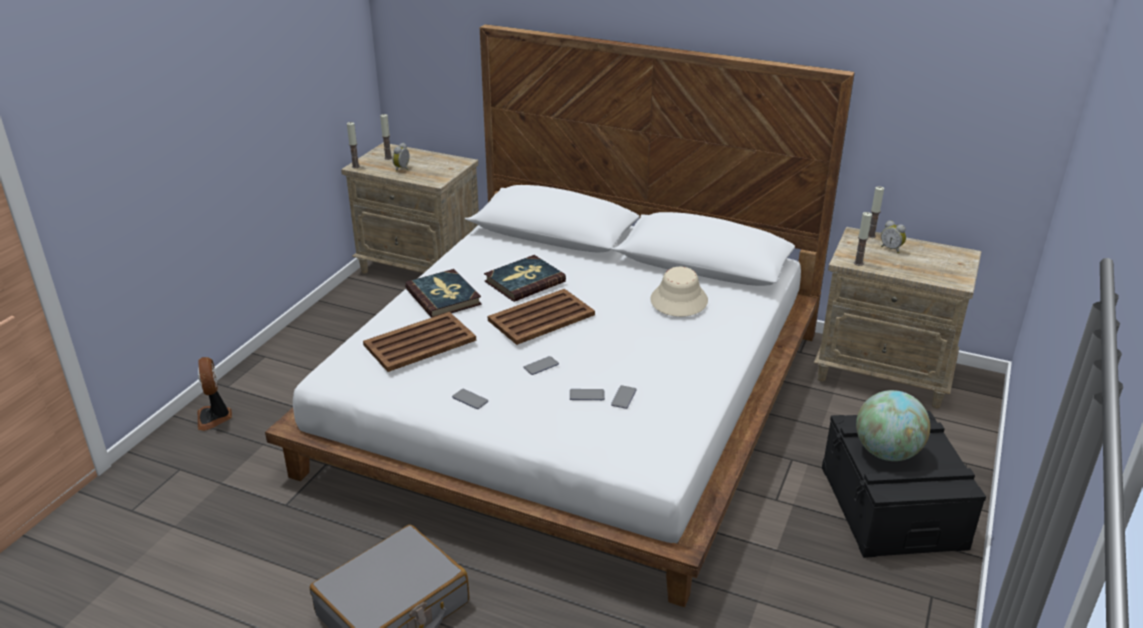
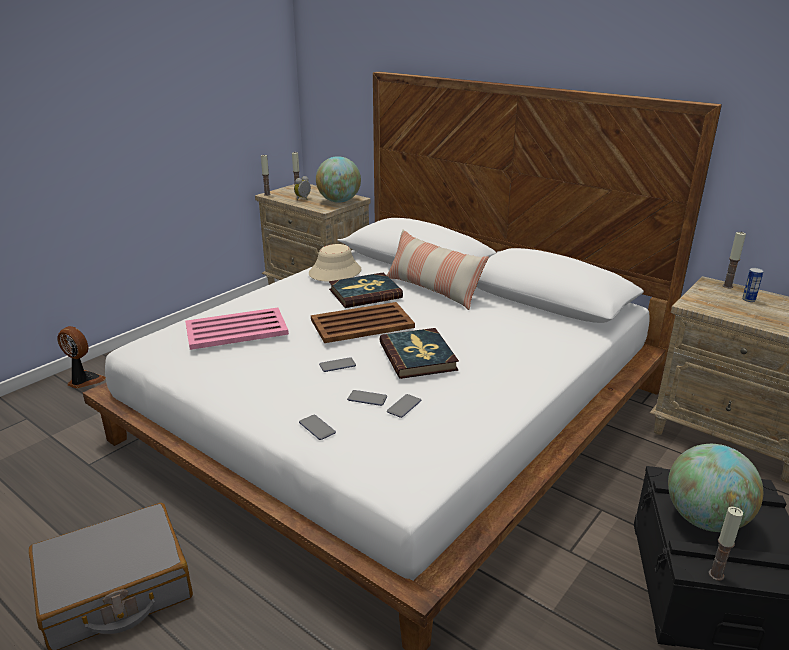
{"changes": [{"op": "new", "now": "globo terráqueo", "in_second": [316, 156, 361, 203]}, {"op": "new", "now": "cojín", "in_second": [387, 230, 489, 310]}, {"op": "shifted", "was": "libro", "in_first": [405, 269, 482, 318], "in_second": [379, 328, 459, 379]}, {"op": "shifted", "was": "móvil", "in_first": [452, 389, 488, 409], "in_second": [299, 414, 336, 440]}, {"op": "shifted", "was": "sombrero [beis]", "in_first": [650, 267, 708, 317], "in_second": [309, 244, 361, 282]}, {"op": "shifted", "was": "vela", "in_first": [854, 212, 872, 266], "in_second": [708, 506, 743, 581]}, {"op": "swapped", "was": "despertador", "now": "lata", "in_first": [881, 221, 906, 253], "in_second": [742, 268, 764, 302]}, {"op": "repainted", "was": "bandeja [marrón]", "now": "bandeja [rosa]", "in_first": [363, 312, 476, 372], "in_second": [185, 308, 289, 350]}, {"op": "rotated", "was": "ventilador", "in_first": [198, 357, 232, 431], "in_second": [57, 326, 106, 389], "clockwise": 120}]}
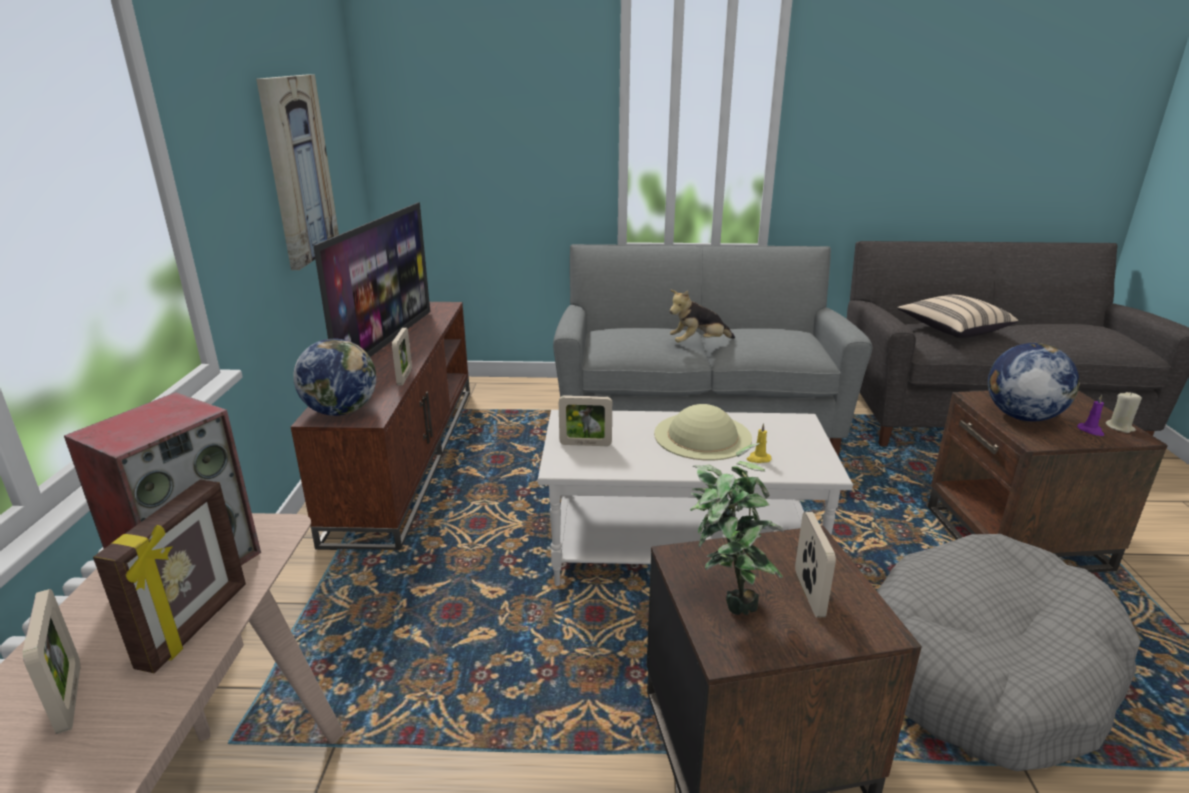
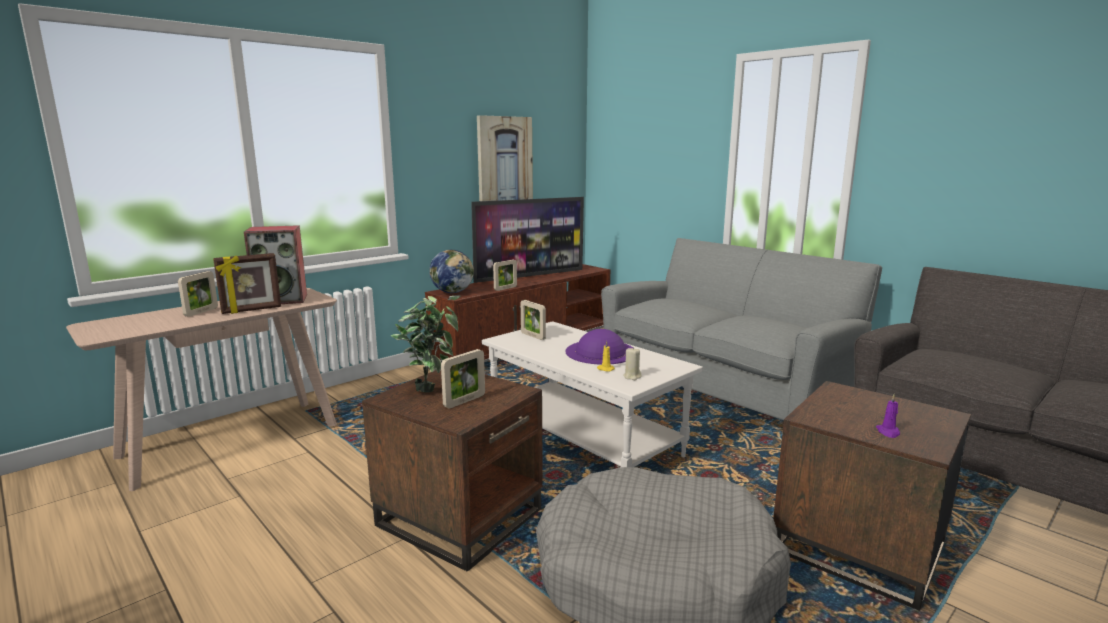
{"changes": [{"op": "gone", "was": "peluche", "in_first": [670, 290, 735, 343]}, {"op": "gone", "was": "cojín [beis]", "in_first": [897, 295, 1018, 338]}, {"op": "gone", "was": "globo terráqueo", "in_first": [988, 343, 1080, 421]}, {"op": "shifted", "was": "vela [beis]", "in_first": [1106, 392, 1142, 433], "in_second": [623, 347, 642, 380]}, {"op": "repainted", "was": "sombrero [beis]", "now": "sombrero [morado]", "in_first": [654, 404, 752, 461], "in_second": [566, 329, 635, 365]}]}
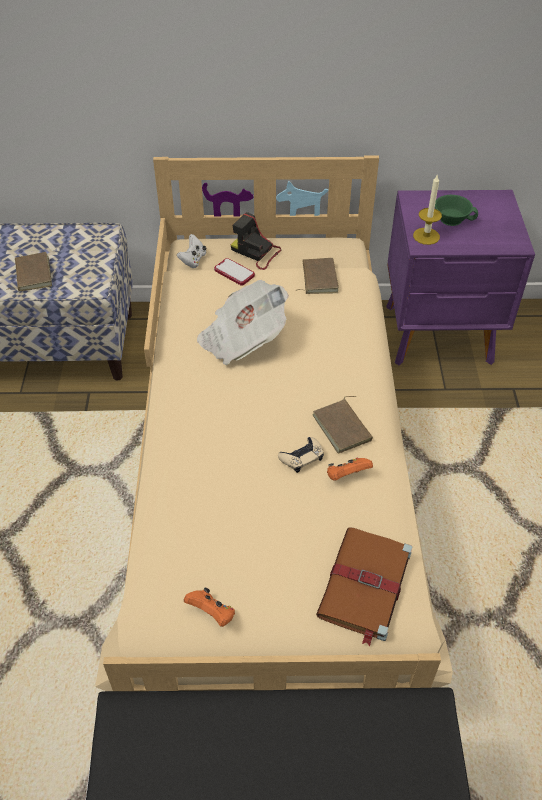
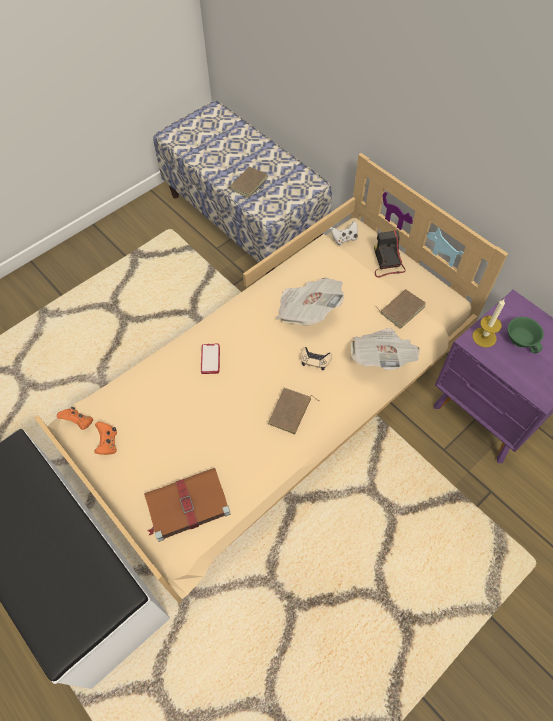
{"changes": [{"op": "new", "now": "periódico", "in_second": [351, 328, 420, 370]}, {"op": "shifted", "was": "móvil", "in_first": [214, 258, 255, 286], "in_second": [201, 344, 220, 374]}, {"op": "shifted", "was": "mando de consola [beis]", "in_first": [278, 437, 324, 473], "in_second": [301, 347, 332, 370]}, {"op": "shifted", "was": "mando de consola [naranja]", "in_first": [327, 457, 373, 481], "in_second": [57, 407, 93, 430]}]}
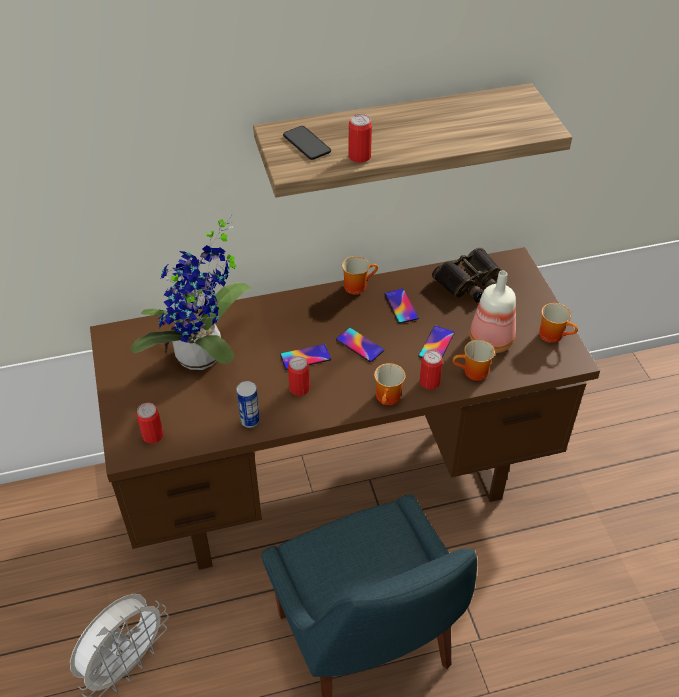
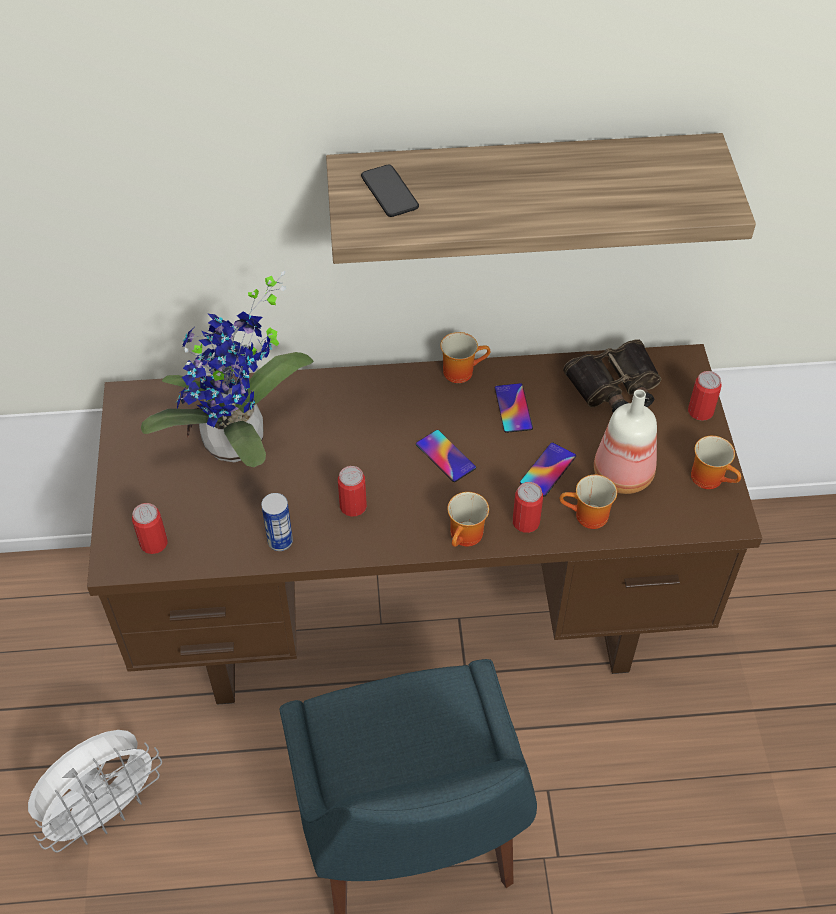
{"changes": [{"op": "gone", "was": "móvil", "in_first": [280, 344, 331, 370]}, {"op": "shifted", "was": "lata", "in_first": [348, 114, 372, 163], "in_second": [688, 371, 722, 421]}]}
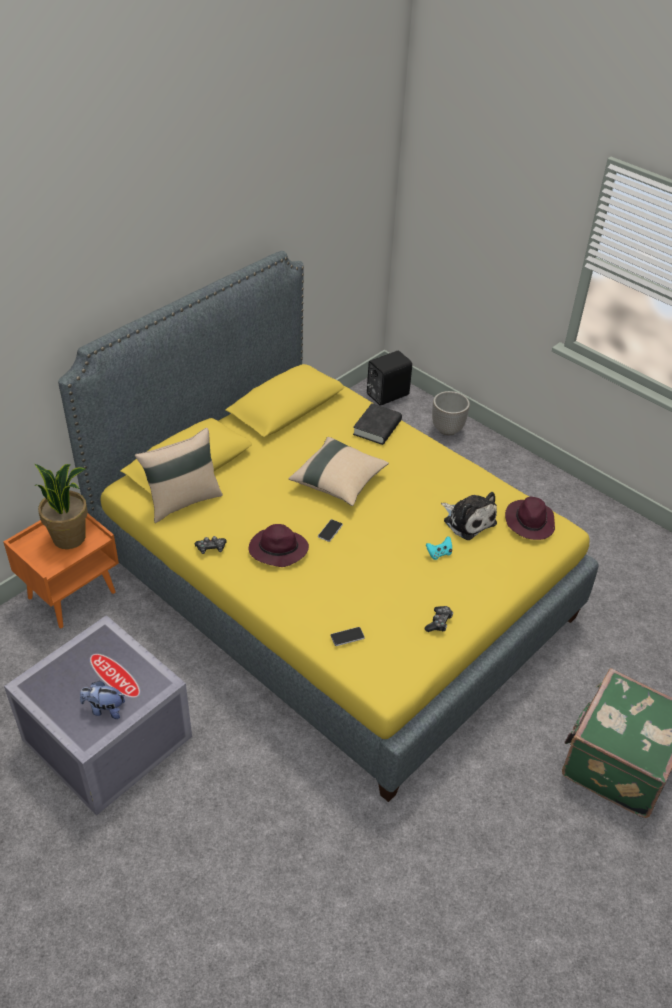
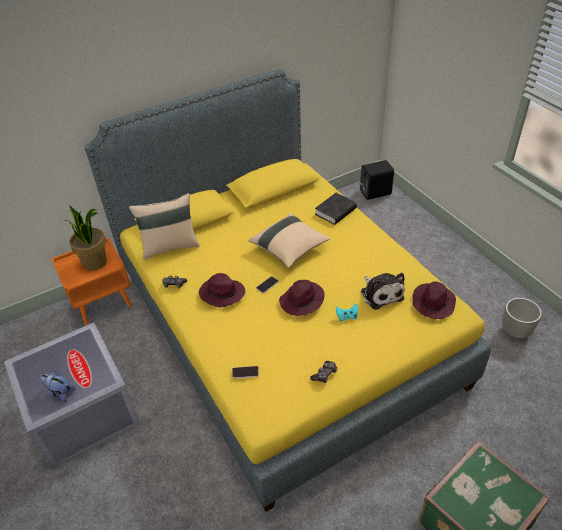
{"changes": [{"op": "new", "now": "sombrero [morado]", "in_second": [279, 280, 325, 316]}, {"op": "shifted", "was": "maceta", "in_first": [432, 391, 470, 435], "in_second": [502, 298, 542, 338]}]}
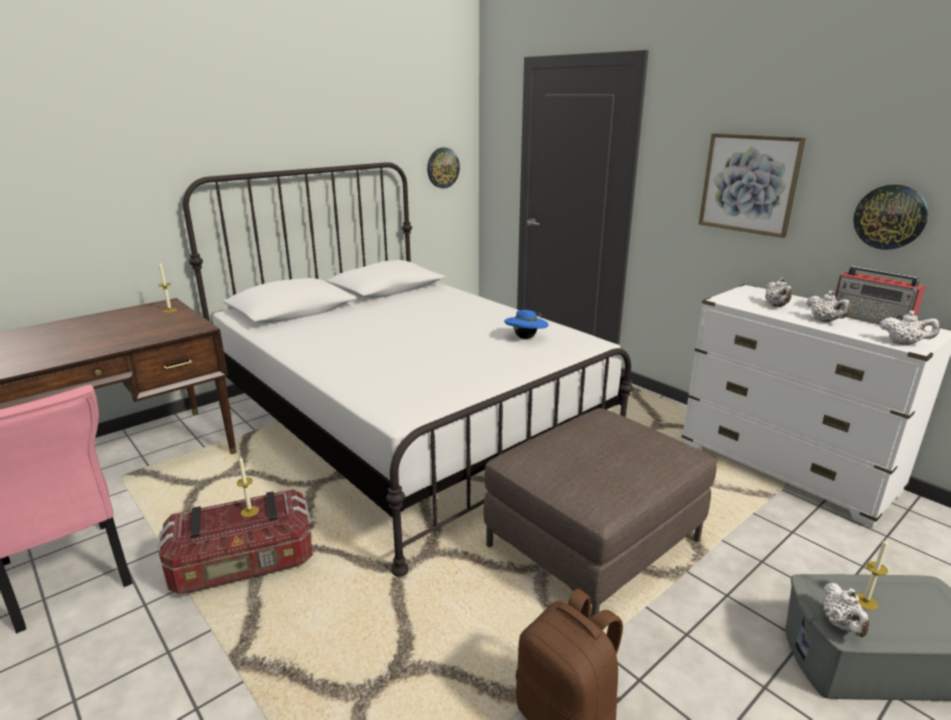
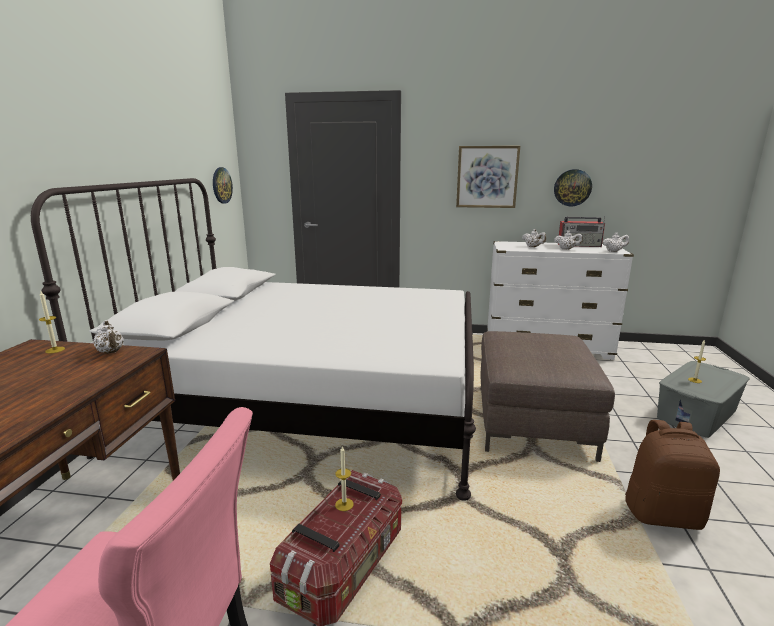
{"changes": [{"op": "gone", "was": "sombrero [azul]", "in_first": [504, 310, 548, 339]}, {"op": "shifted", "was": "tetera [blanco]", "in_first": [824, 583, 869, 637], "in_second": [93, 320, 124, 354]}]}
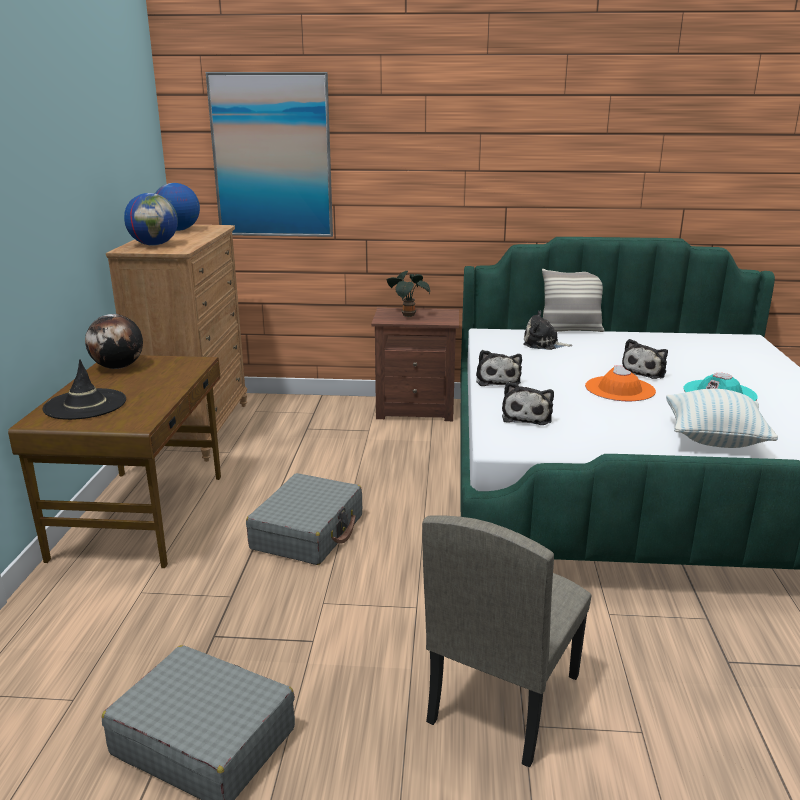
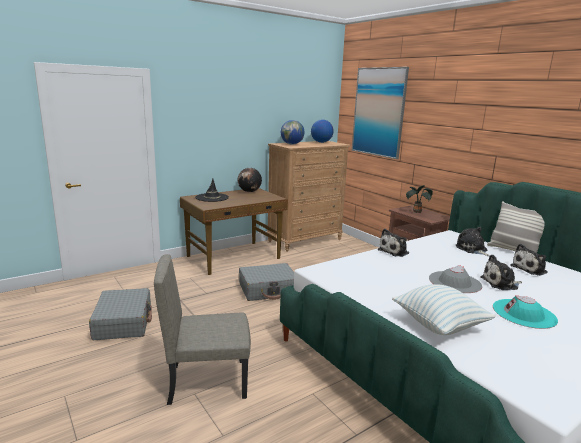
{"changes": [{"op": "shifted", "was": "peluche", "in_first": [502, 382, 554, 425], "in_second": [510, 244, 548, 276]}, {"op": "repainted", "was": "sombrero [naranja]", "now": "sombrero [gris]", "in_first": [585, 365, 656, 401], "in_second": [429, 265, 482, 293]}]}
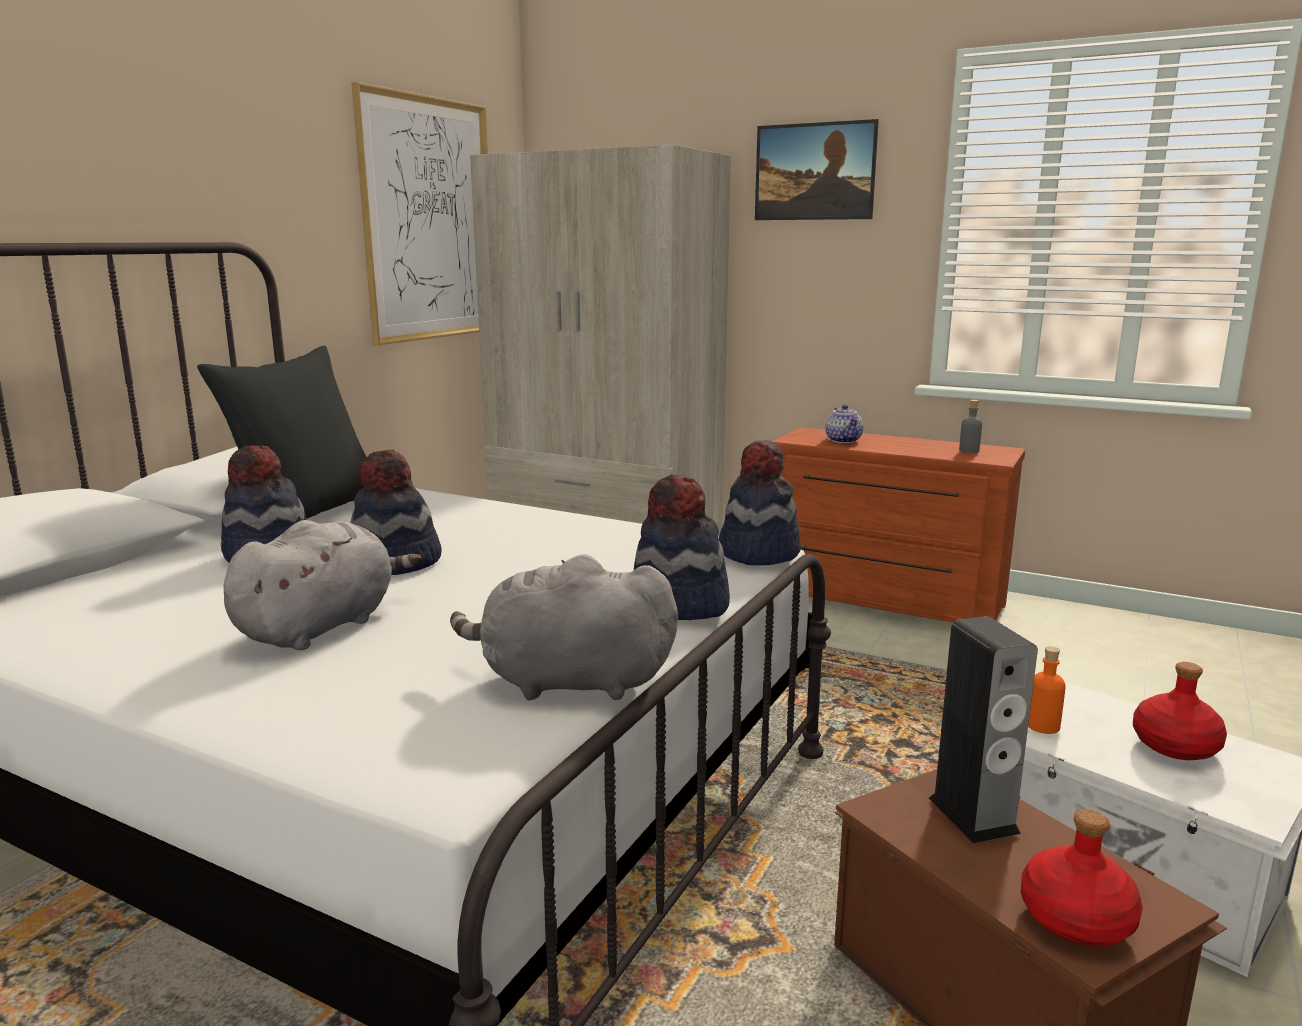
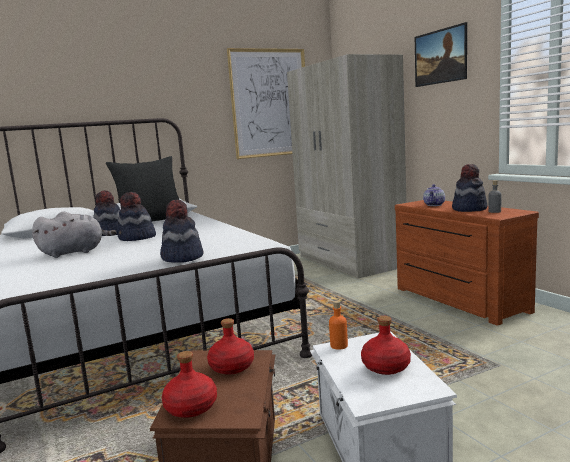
{"changes": [{"op": "gone", "was": "peluche [gris]", "in_first": [450, 554, 678, 700]}, {"op": "shifted", "was": "sombrero", "in_first": [719, 440, 801, 566], "in_second": [452, 164, 487, 212]}, {"op": "swapped", "was": "altavoz", "now": "botella [rojo]", "in_first": [929, 616, 1038, 843], "in_second": [207, 318, 254, 375]}]}
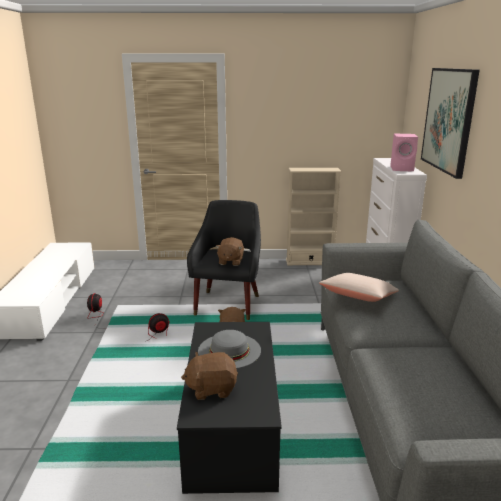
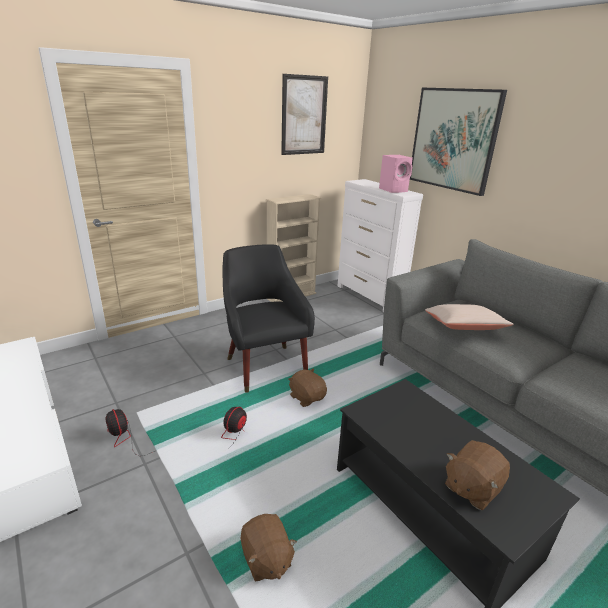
{"changes": [{"op": "gone", "was": "sombrero [gris]", "in_first": [198, 330, 261, 368]}, {"op": "new", "now": "cuadro", "in_second": [281, 74, 328, 155]}, {"op": "shifted", "was": "peluche [marrón]", "in_first": [215, 237, 244, 266], "in_second": [241, 514, 297, 581]}]}
